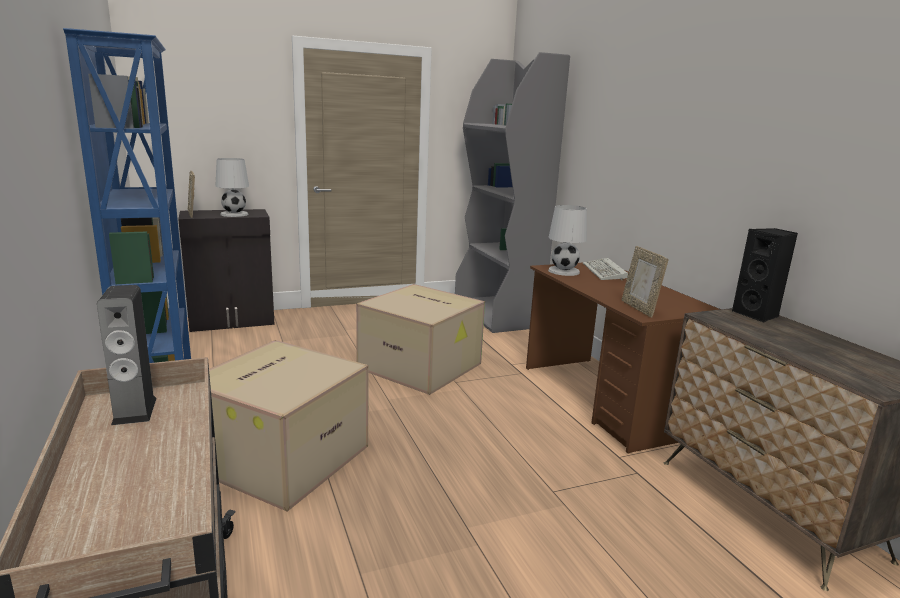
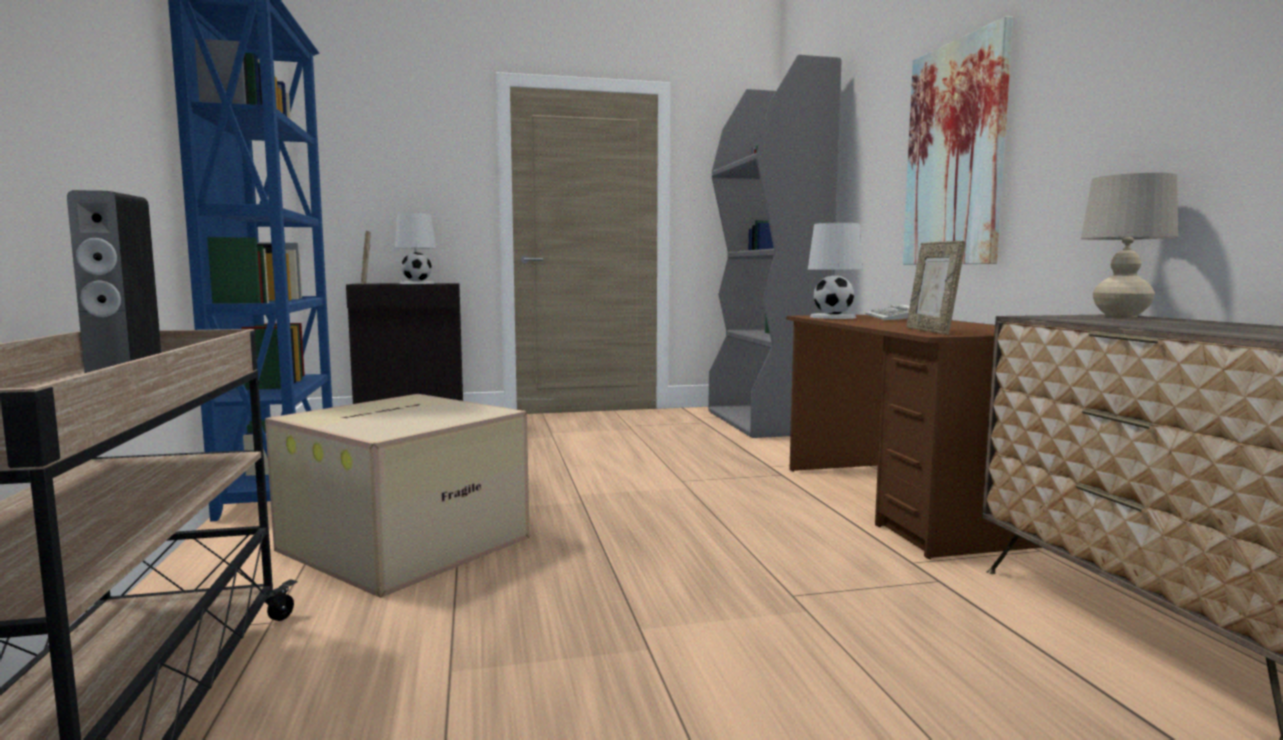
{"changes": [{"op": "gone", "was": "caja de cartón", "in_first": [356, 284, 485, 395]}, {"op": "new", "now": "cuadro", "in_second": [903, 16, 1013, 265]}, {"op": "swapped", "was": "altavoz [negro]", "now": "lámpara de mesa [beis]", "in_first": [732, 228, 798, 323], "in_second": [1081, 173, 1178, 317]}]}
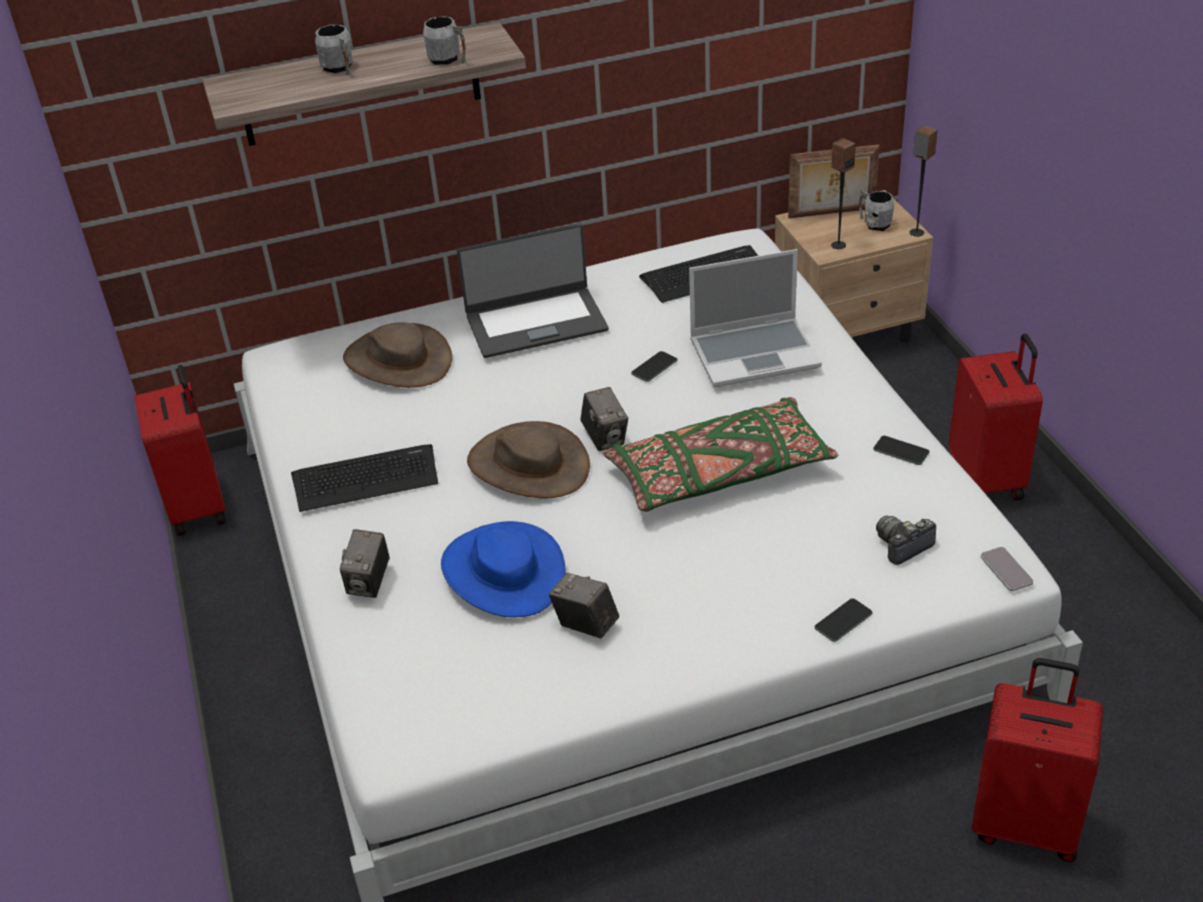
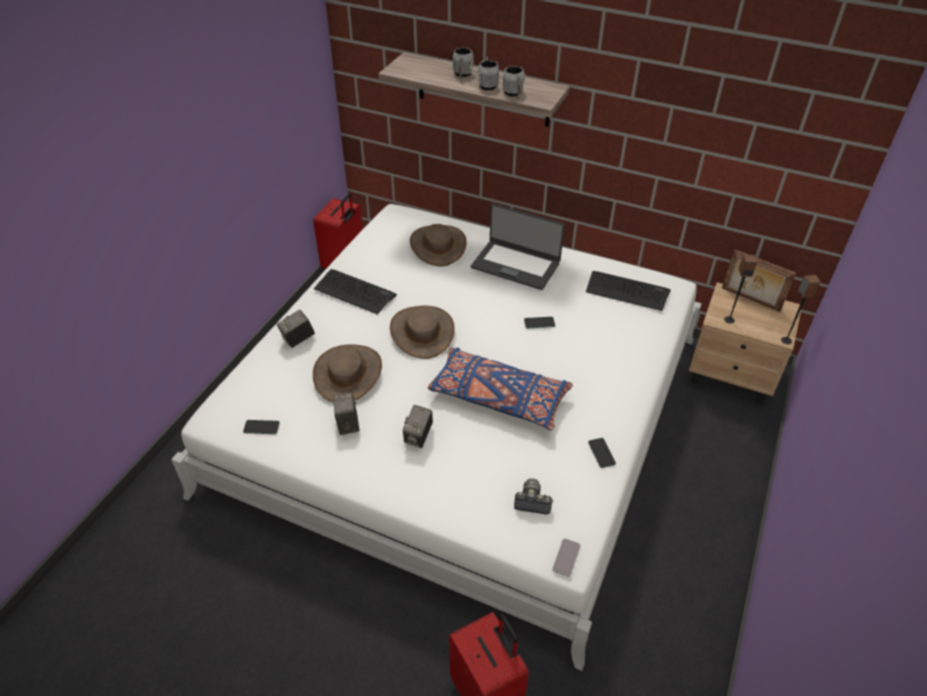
{"changes": [{"op": "gone", "was": "portátil", "in_first": [689, 249, 822, 387]}, {"op": "gone", "was": "maleta [rojo]", "in_first": [949, 333, 1043, 500]}, {"op": "shifted", "was": "cámara", "in_first": [581, 387, 628, 451], "in_second": [403, 405, 433, 448]}, {"op": "shifted", "was": "móvil", "in_first": [815, 598, 873, 642], "in_second": [243, 420, 280, 434]}, {"op": "shifted", "was": "taza grande [gris]", "in_first": [859, 189, 894, 231], "in_second": [477, 57, 499, 90]}, {"op": "repainted", "was": "sombrero [azul]", "now": "sombrero [marrón]", "in_first": [441, 521, 566, 617], "in_second": [313, 344, 382, 403]}, {"op": "repainted", "was": "cojín [verde]", "now": "cojín [azul]", "in_first": [603, 397, 838, 512], "in_second": [428, 348, 573, 431]}]}
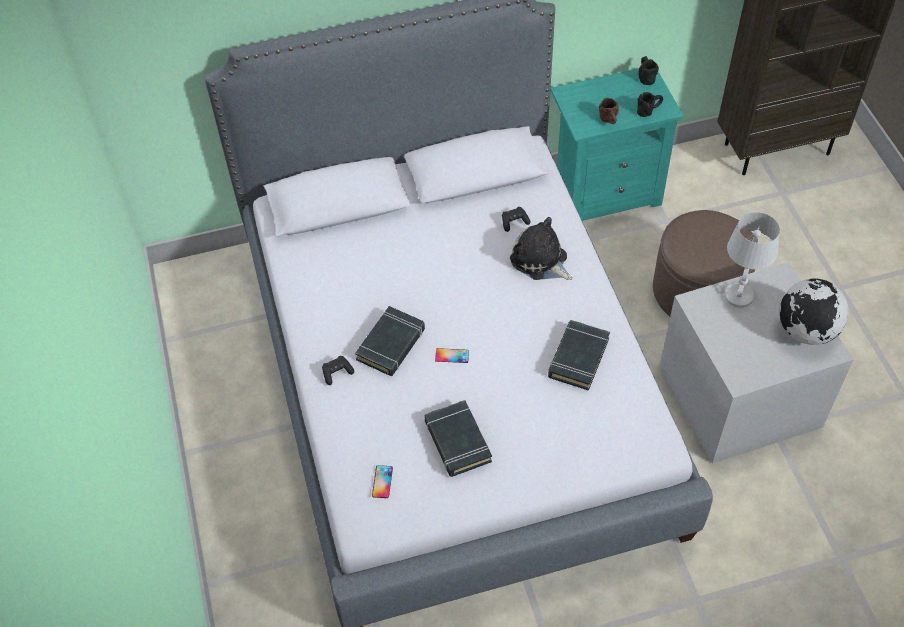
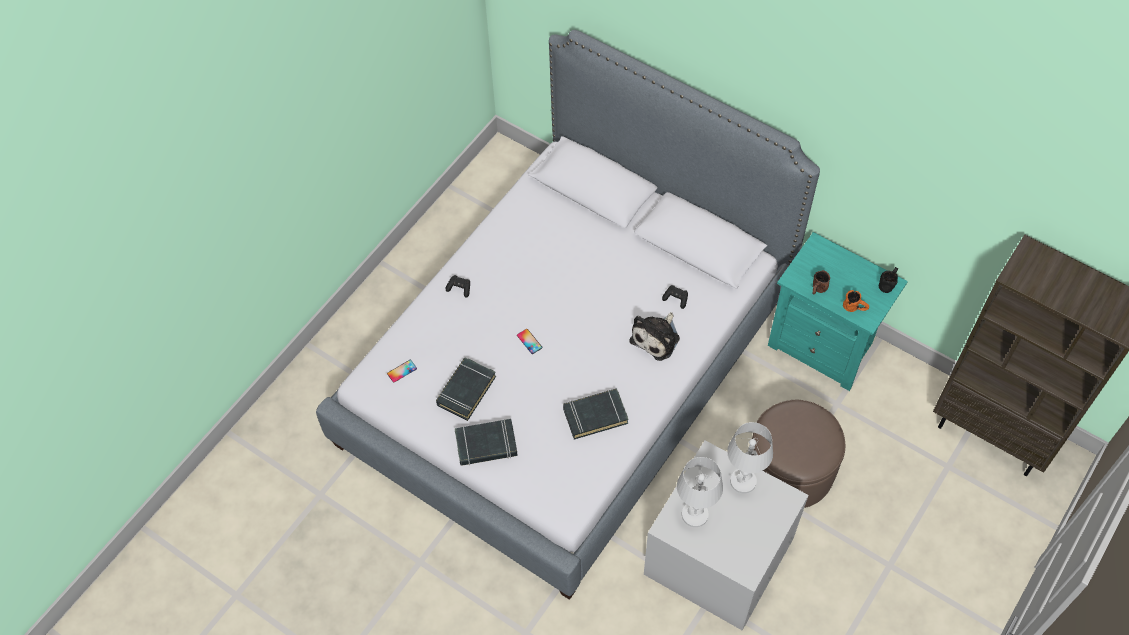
{"changes": [{"op": "gone", "was": "globo terráqueo", "in_first": [779, 278, 849, 345]}, {"op": "new", "now": "lámpara de mesa [blanco]", "in_second": [677, 457, 723, 527]}, {"op": "shifted", "was": "libro [negro]", "in_first": [355, 306, 425, 376], "in_second": [454, 419, 517, 466]}, {"op": "repainted", "was": "taza grande [negro]", "now": "taza grande [naranja]", "in_first": [637, 92, 663, 117], "in_second": [843, 290, 869, 312]}, {"op": "rotated", "was": "peluche", "in_first": [510, 217, 573, 280], "in_second": [630, 312, 680, 361], "clockwise": -150}]}
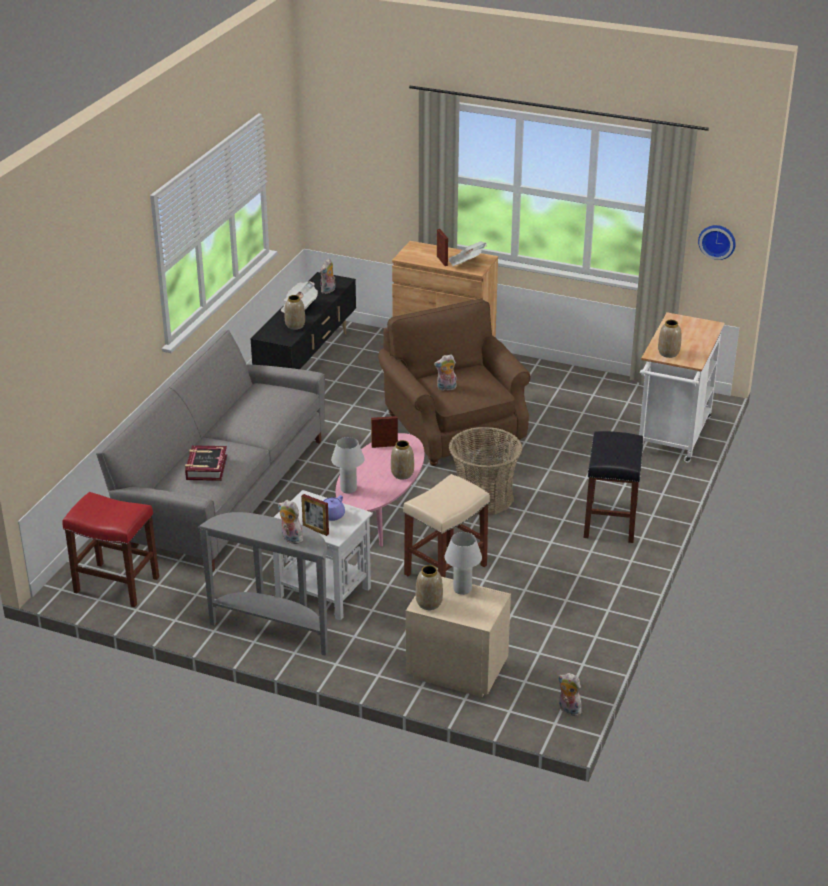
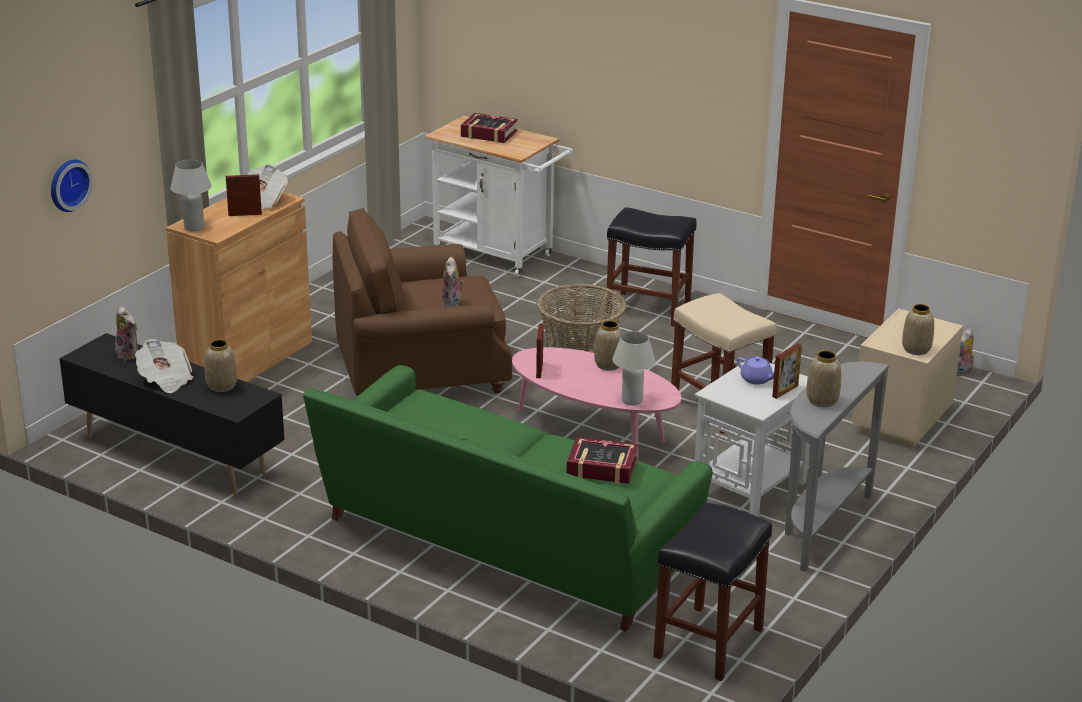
{"changes": [{"op": "gone", "was": "peluche", "in_first": [278, 500, 303, 544]}, {"op": "new", "now": "libro", "in_second": [461, 113, 518, 143]}, {"op": "shifted", "was": "lámpara de mesa [blanco]", "in_first": [444, 532, 482, 595], "in_second": [170, 160, 212, 231]}, {"op": "shifted", "was": "florero", "in_first": [658, 320, 682, 358], "in_second": [806, 350, 841, 407]}, {"op": "shifted", "was": "reloj de pared", "in_first": [698, 225, 736, 260], "in_second": [51, 159, 93, 212]}, {"op": "repainted", "was": "taburete [rojo]", "now": "taburete [negro]", "in_first": [62, 492, 159, 607], "in_second": [653, 502, 772, 681]}, {"op": "repainted", "was": "sofá [gris]", "now": "sofá [verde]", "in_first": [96, 330, 325, 571], "in_second": [303, 365, 713, 632]}]}
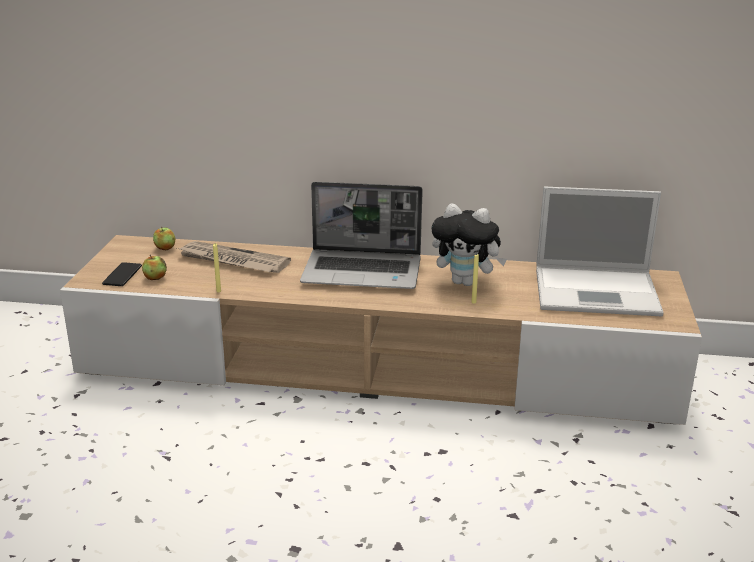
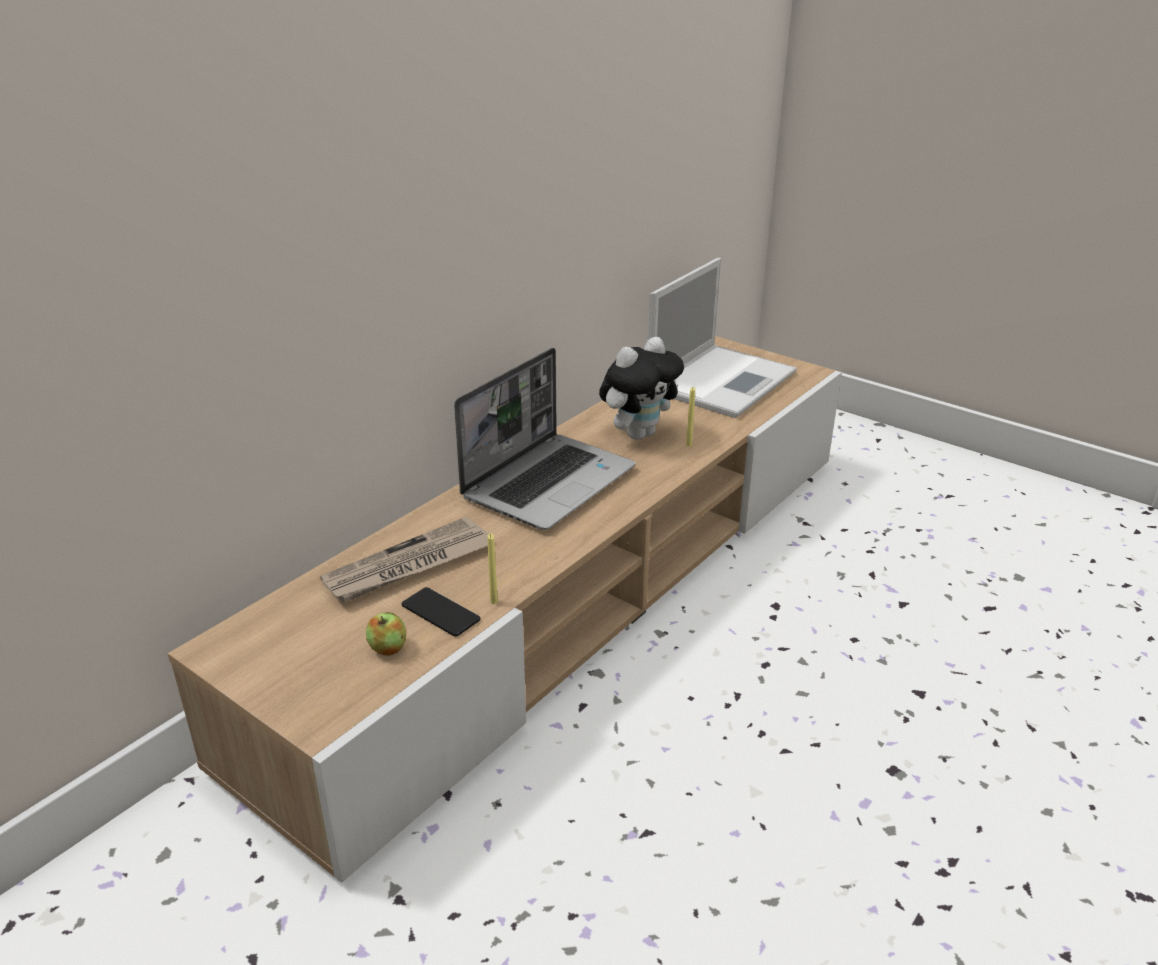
{"changes": [{"op": "gone", "was": "manzana", "in_first": [153, 227, 175, 250]}, {"op": "shifted", "was": "móvil", "in_first": [102, 262, 142, 286], "in_second": [402, 587, 481, 637]}]}
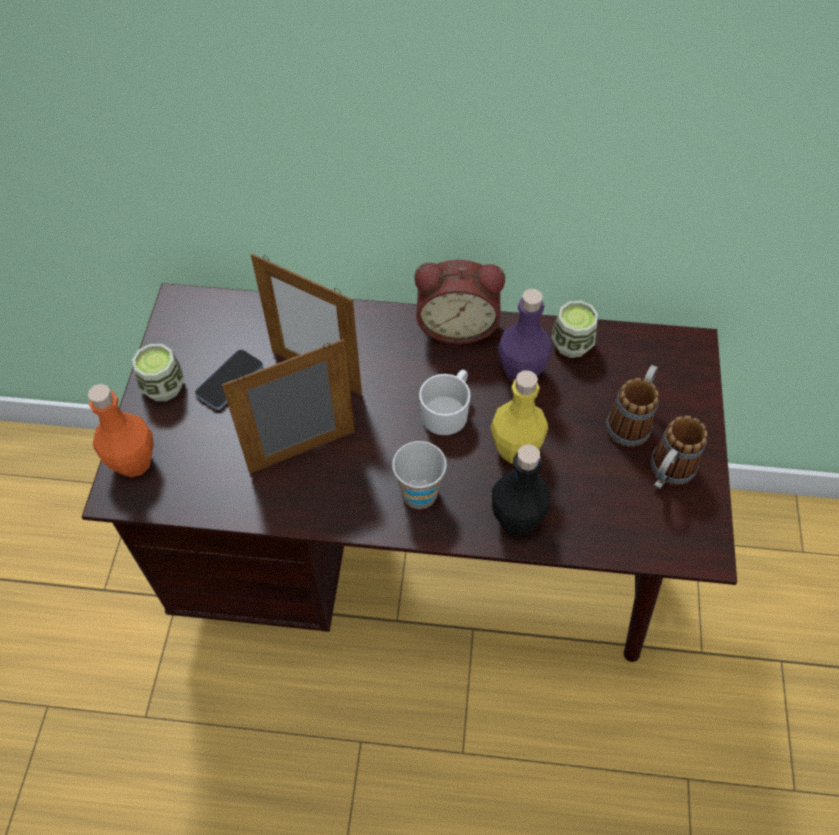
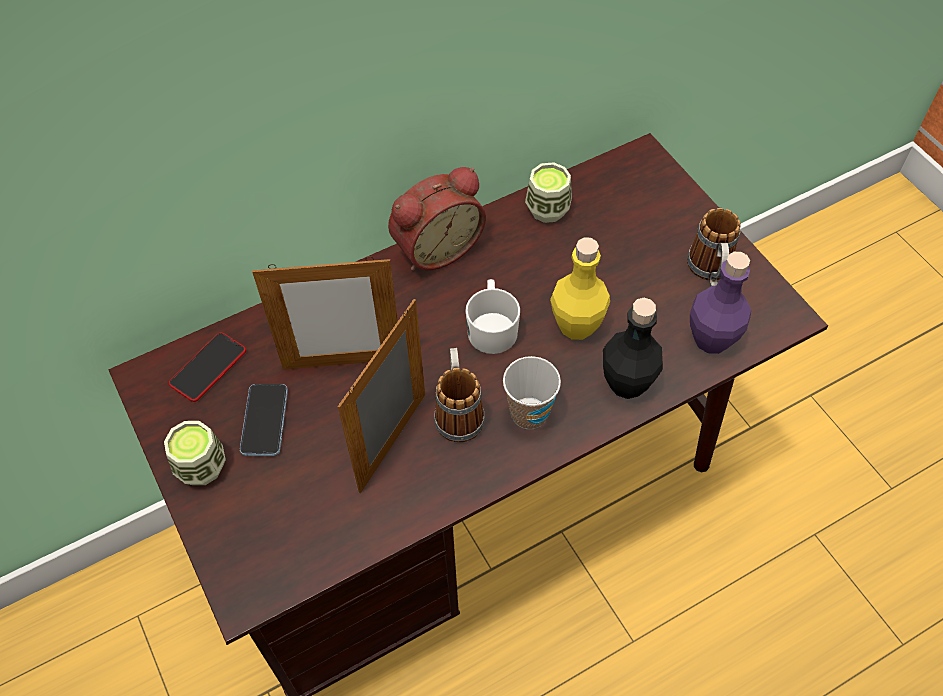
{"changes": [{"op": "gone", "was": "botella [naranja]", "in_first": [88, 384, 154, 477]}, {"op": "new", "now": "móvil", "in_second": [169, 332, 246, 402]}, {"op": "shifted", "was": "botella [morado]", "in_first": [498, 289, 552, 382], "in_second": [690, 252, 751, 354]}, {"op": "shifted", "was": "taza grande", "in_first": [606, 365, 659, 447], "in_second": [434, 348, 485, 443]}]}
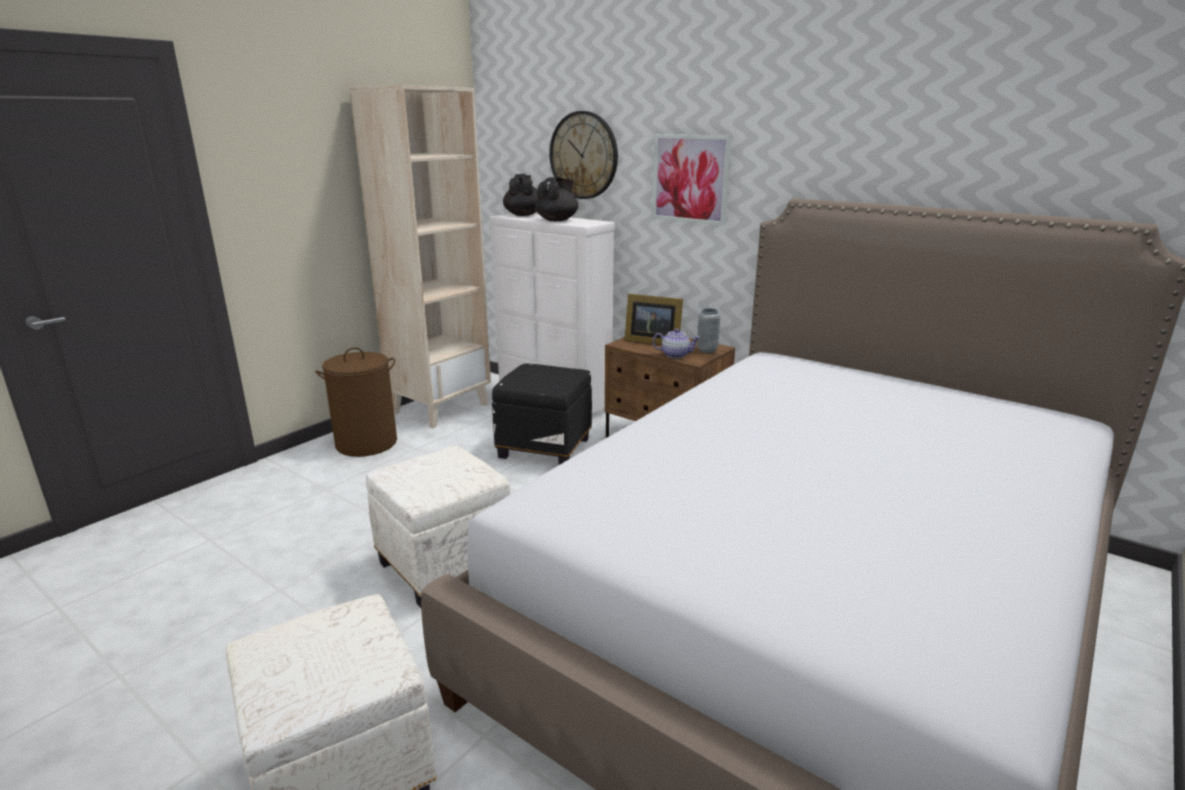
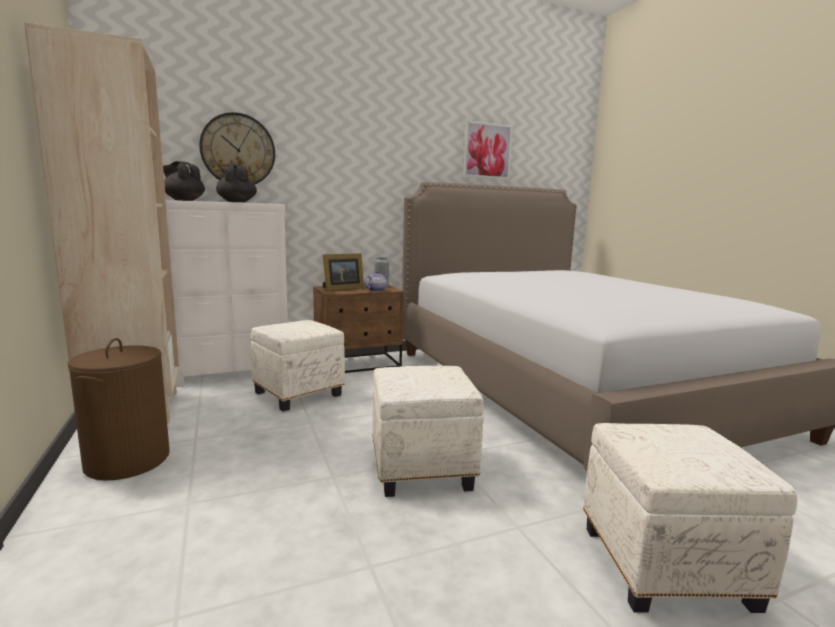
{"changes": [{"op": "shifted", "was": "cuadro", "in_first": [652, 134, 732, 226], "in_second": [463, 120, 513, 180]}, {"op": "repainted", "was": "puf [negro]", "now": "puf [blanco]", "in_first": [492, 363, 592, 465], "in_second": [250, 320, 345, 411]}]}
